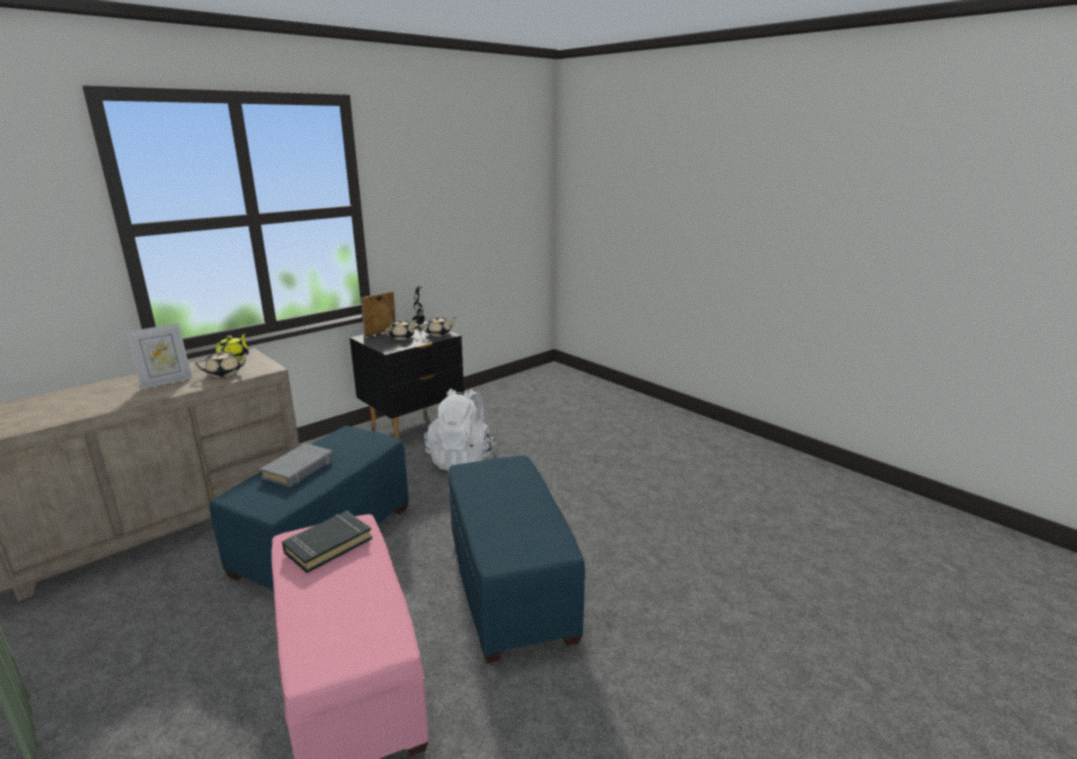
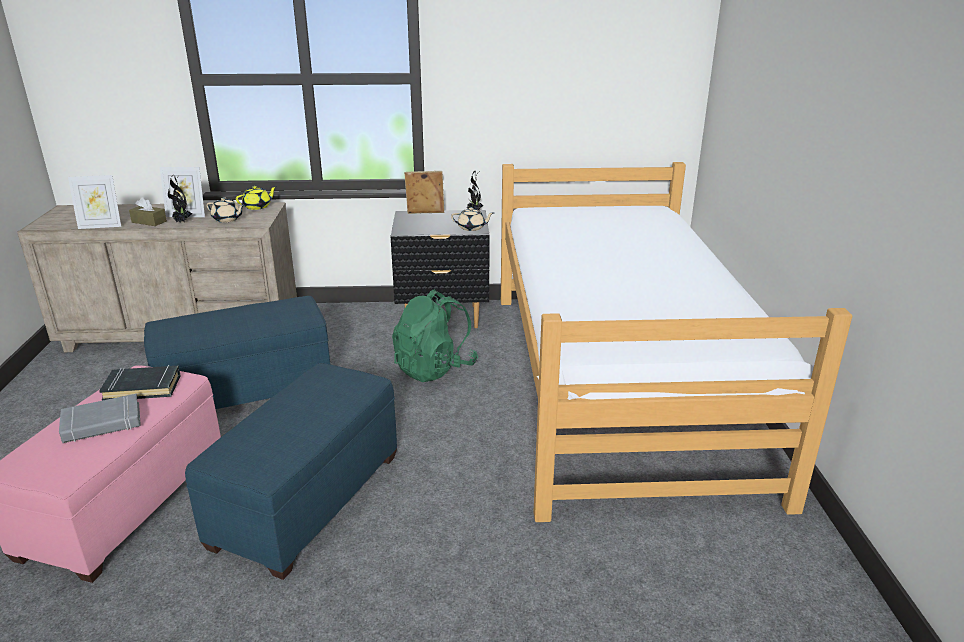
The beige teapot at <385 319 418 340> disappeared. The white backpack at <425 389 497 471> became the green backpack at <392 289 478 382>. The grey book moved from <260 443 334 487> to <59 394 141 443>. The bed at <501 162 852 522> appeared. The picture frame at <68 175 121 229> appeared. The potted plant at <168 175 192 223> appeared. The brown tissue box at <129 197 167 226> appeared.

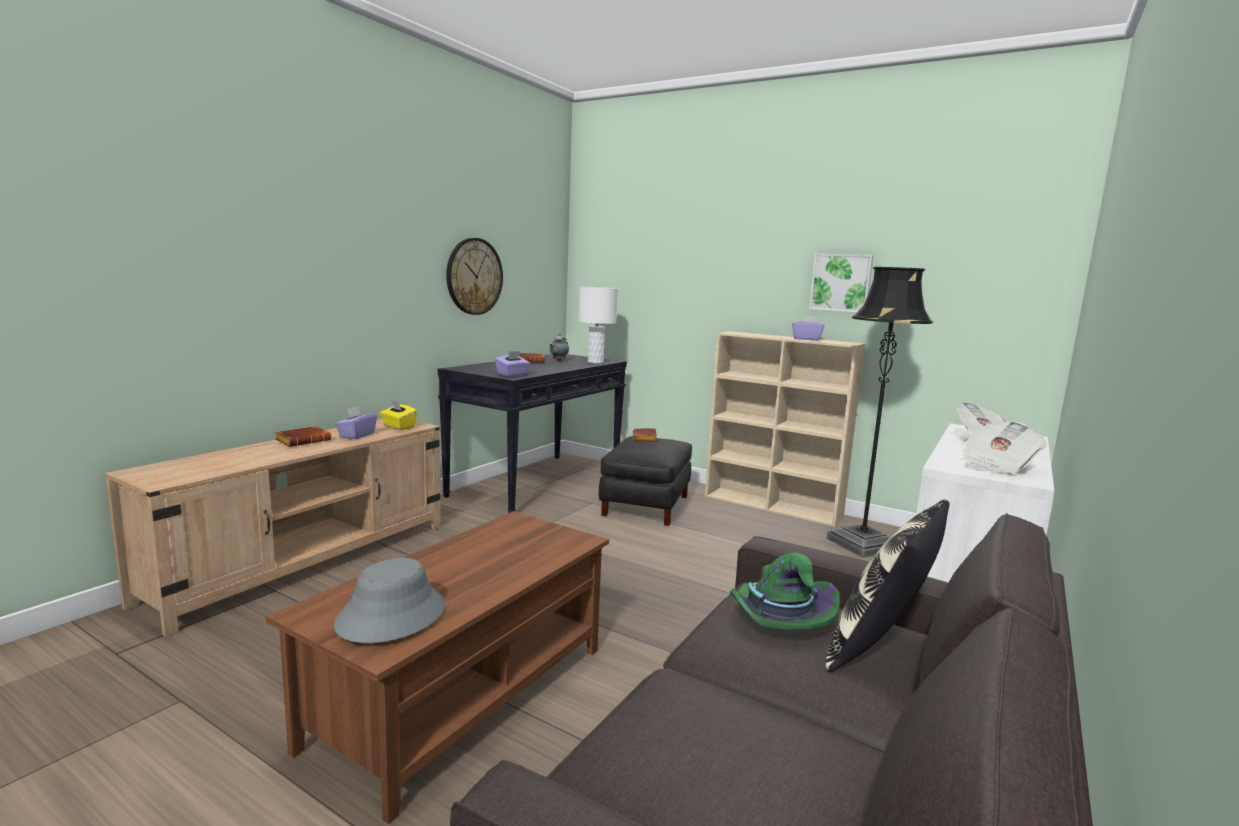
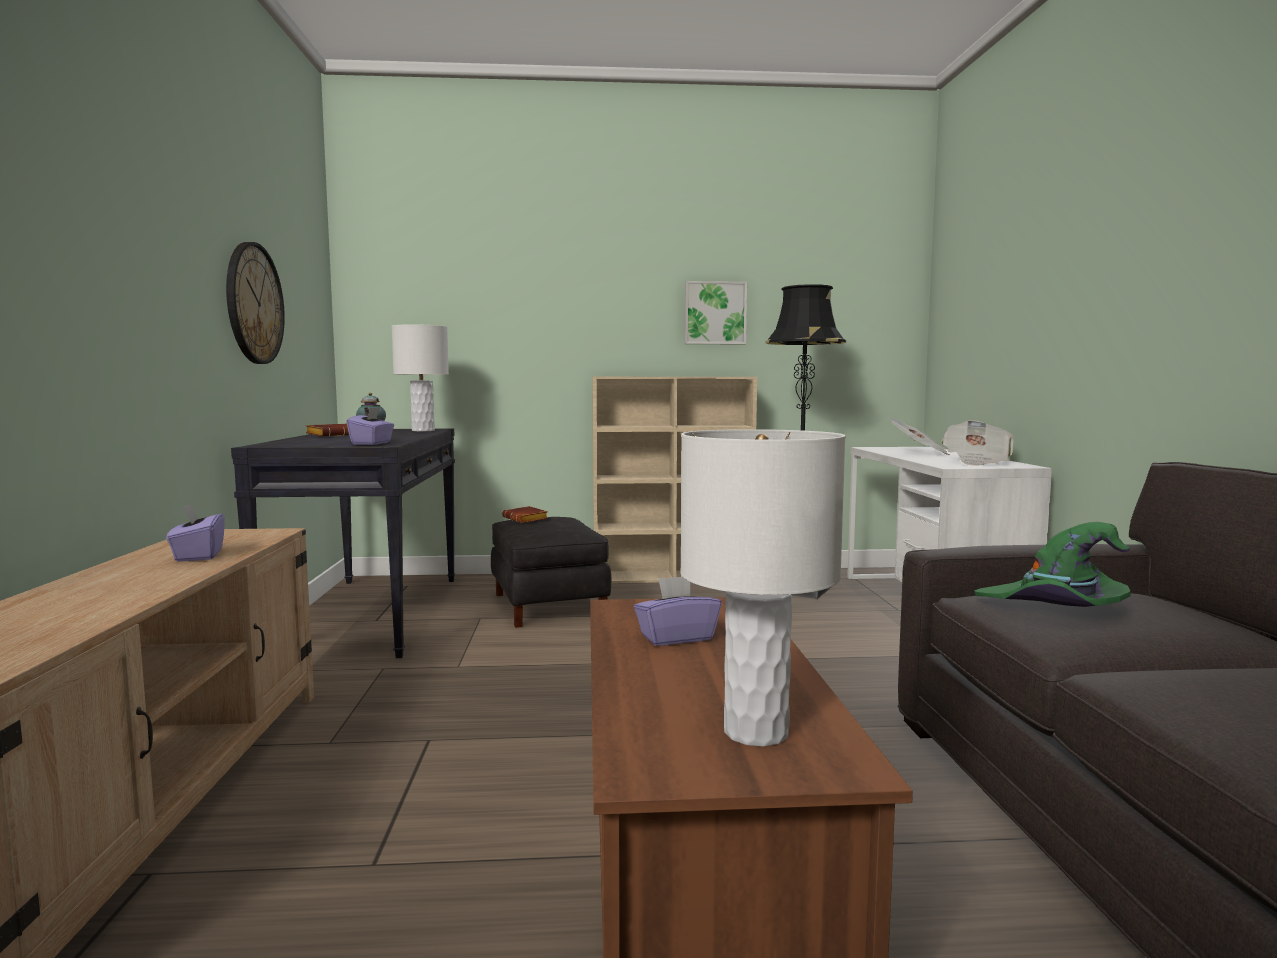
The purple tissue box moved from <792 315 824 341> to <634 577 721 646>. The yellow tissue box at <380 400 417 430> disappeared. The brown book at <275 426 331 447> disappeared. The pillow at <825 500 950 672> disappeared. The grey hat at <334 558 445 643> was replaced by the white table lamp at <680 429 846 747>.

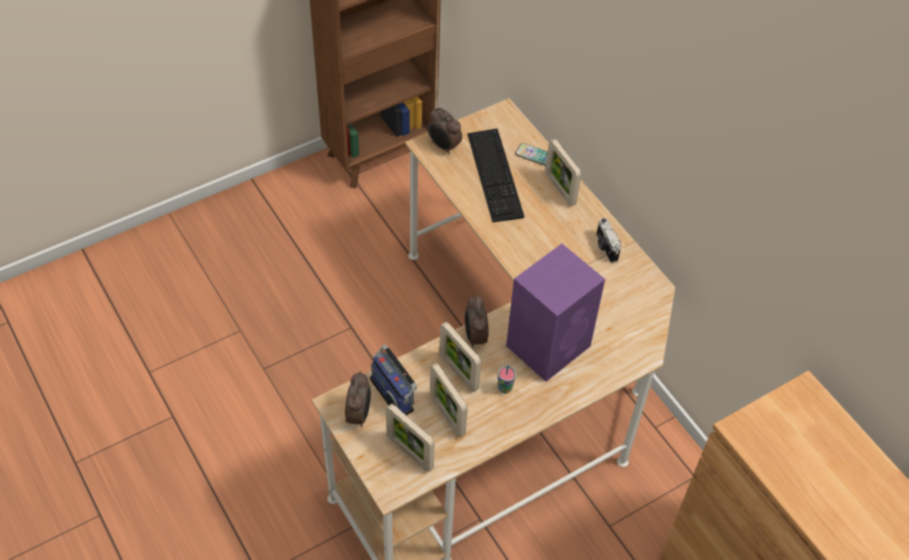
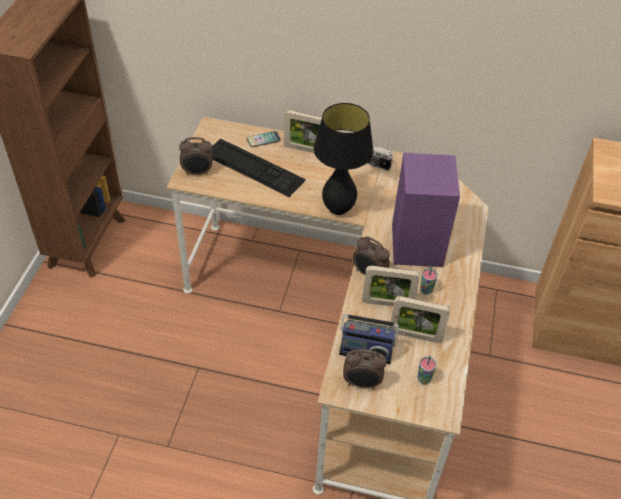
The alarm clock at <345 372 371 427> turned 135 degrees clockwise. The picture frame at <386 404 435 472> was replaced by the cup at <417 355 437 384>. The black table lamp at <313 103 374 215> appeared.

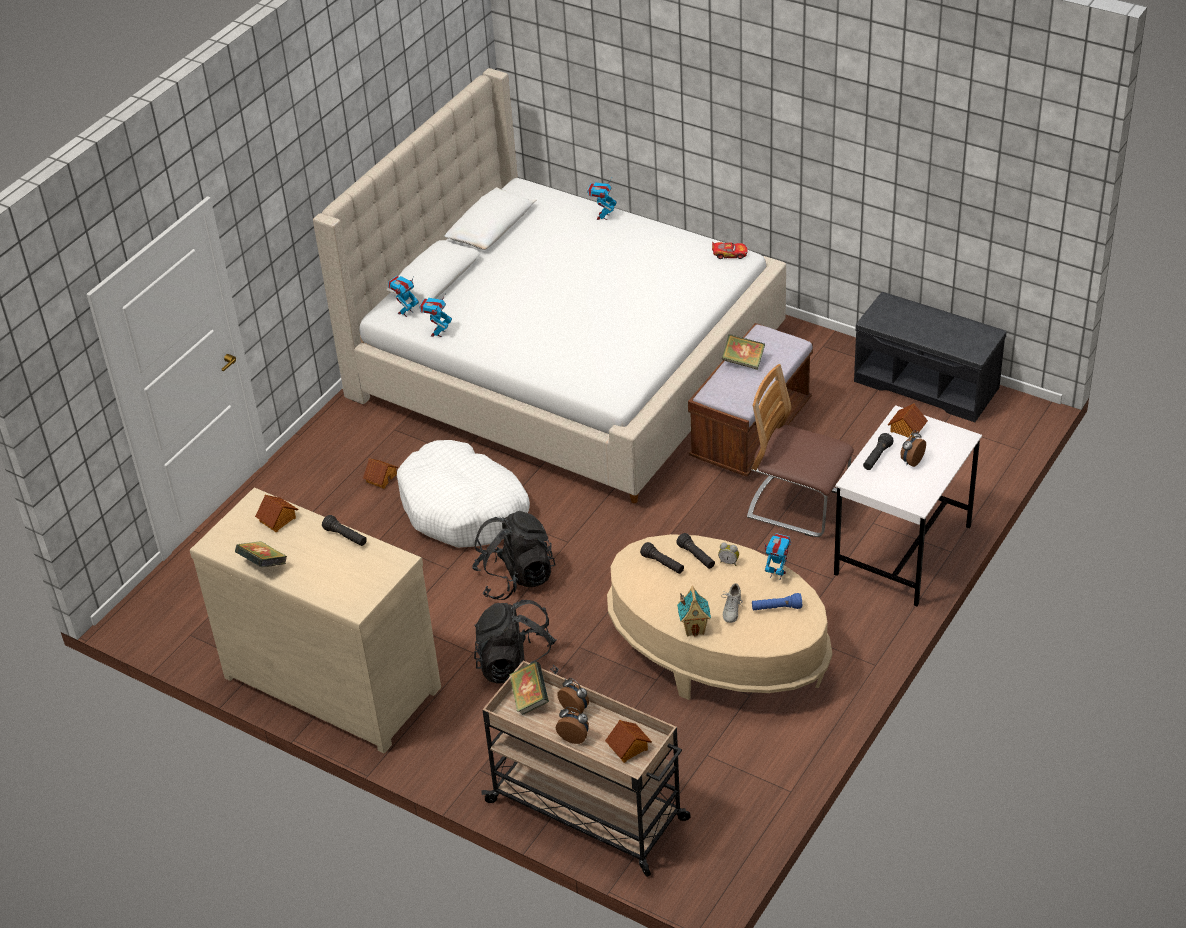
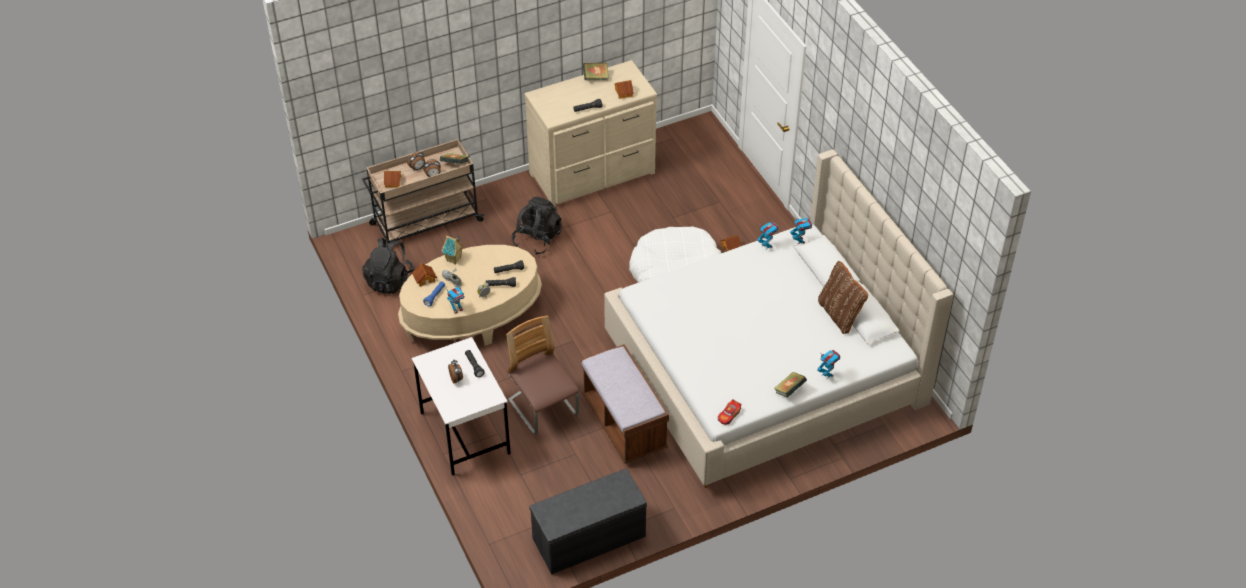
The book moved from <722 334 765 370> to <774 372 807 398>. The chair at <747 364 854 537> turned 90 degrees counterclockwise. The toy house moved from <888 403 928 438> to <412 263 437 287>. The black backpack moved from <472 511 556 600> to <362 238 414 294>. The brown pillow at <818 261 868 334> appeared.

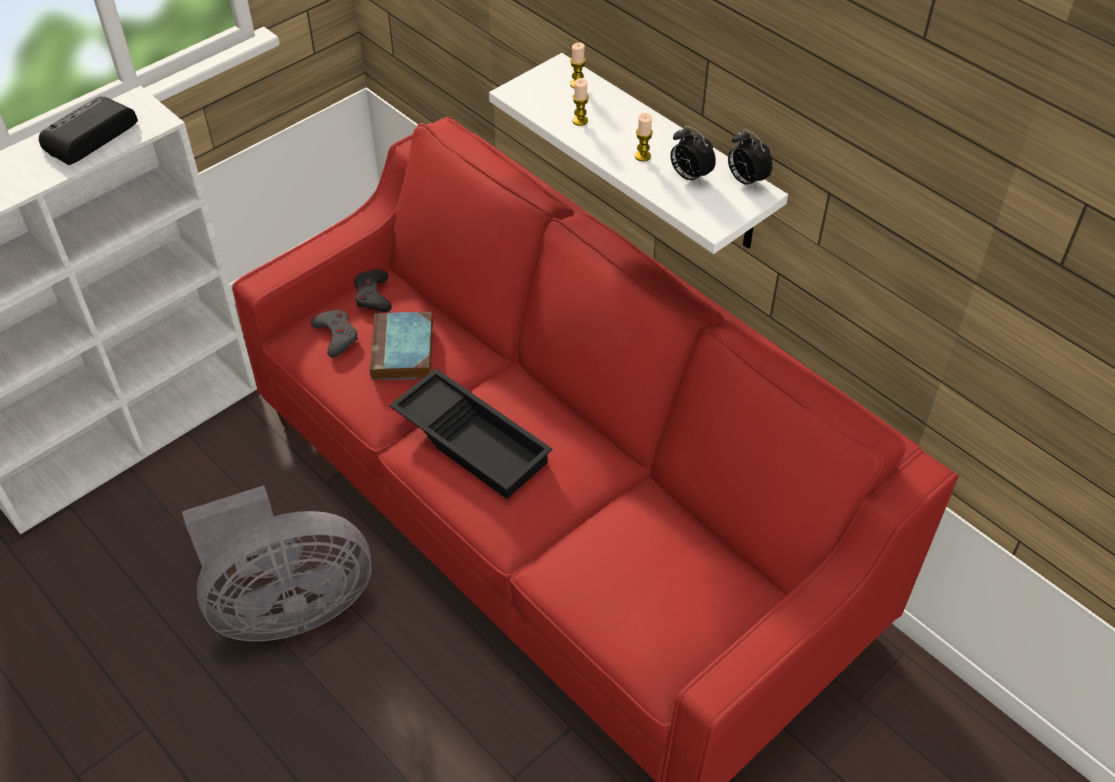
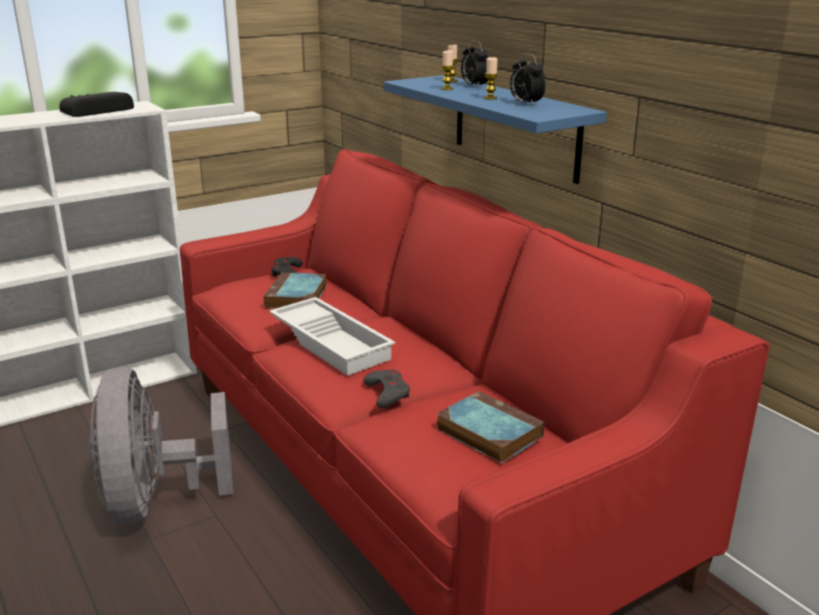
The white shelf at <489 53 788 254> became the blue shelf at <384 75 607 184>. The alarm clock moved from <728 129 773 189> to <461 41 488 88>. The grey game controller moved from <310 310 358 357> to <363 369 410 408>. The black tray at <389 368 552 499> became the white tray at <269 297 395 376>. The grey fan at <182 485 371 641> turned 90 degrees clockwise. The book at <437 391 545 464> appeared.

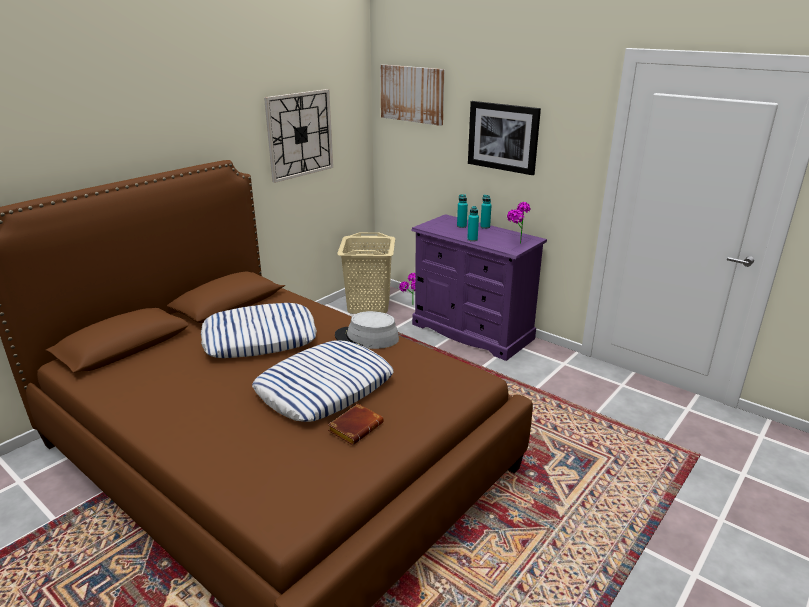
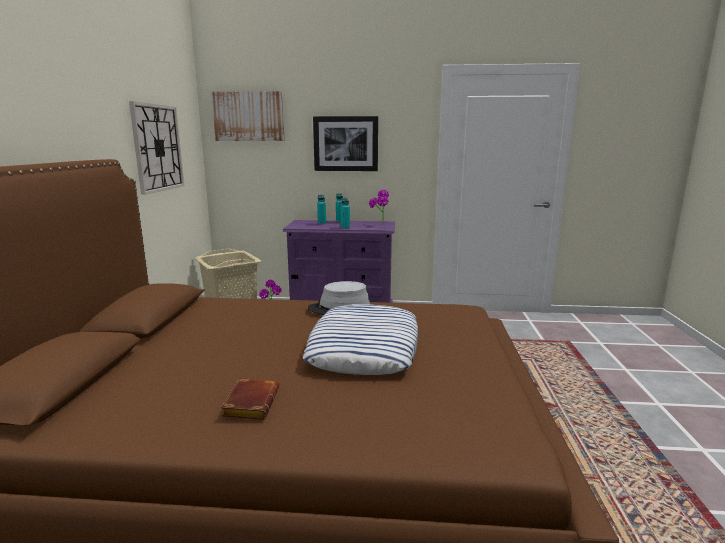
The pillow at <201 303 317 358> disappeared. The brown book moved from <328 404 384 445> to <221 378 279 420>.

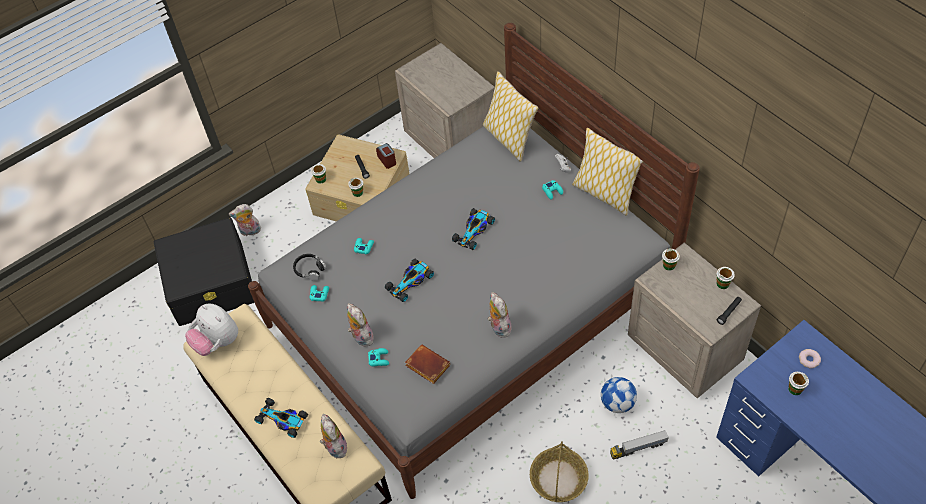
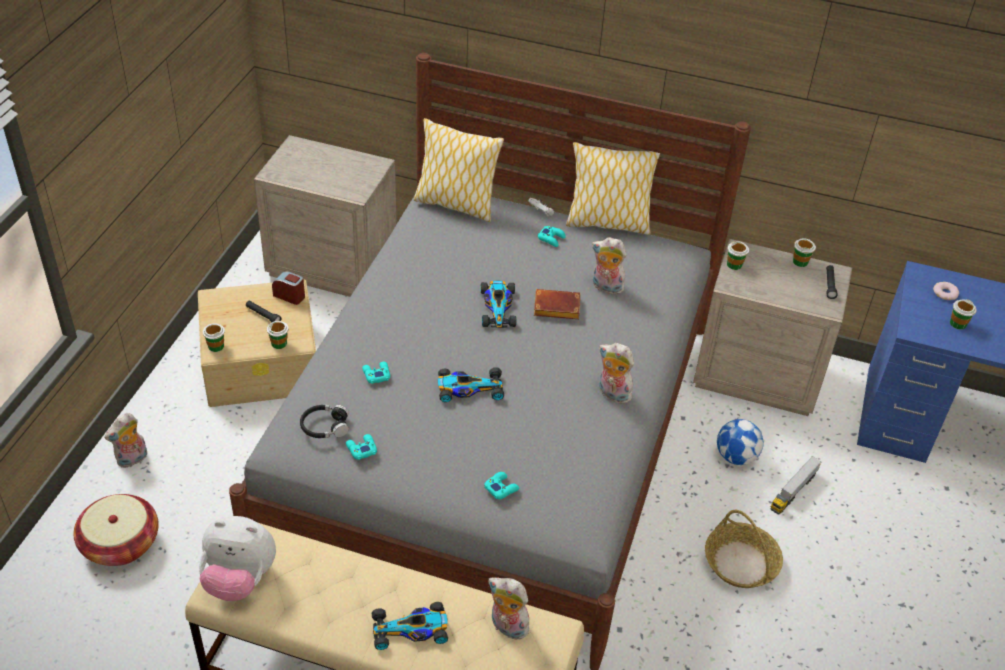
The black storage box at <154 217 255 326> was replaced by the basket at <74 494 159 566>. The toy car at <385 259 434 302> turned 105 degrees counterclockwise. The plush toy moved from <347 303 375 347> to <592 237 627 295>. The brown book moved from <405 344 451 384> to <534 289 580 319>.

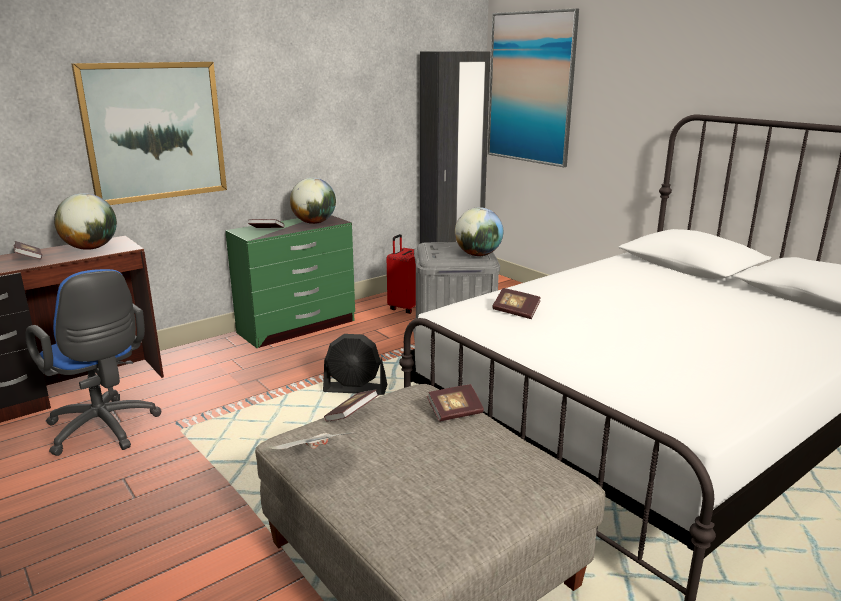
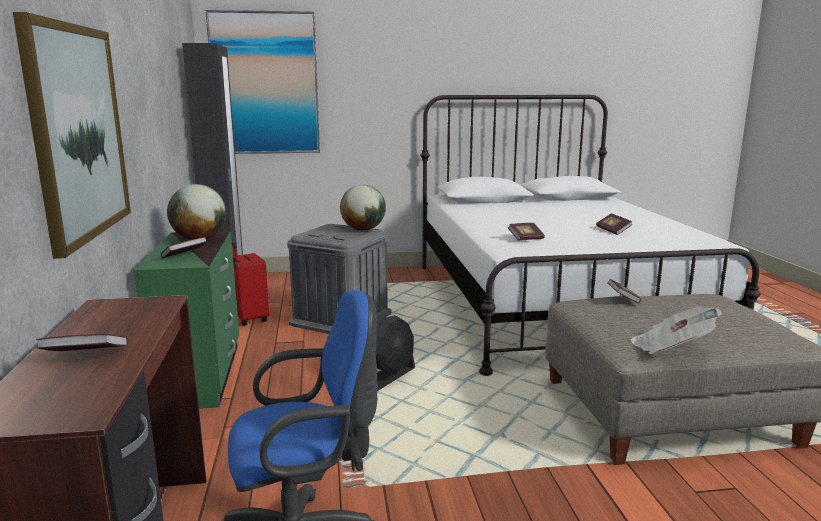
The globe at <54 193 117 250> disappeared. The book moved from <324 390 379 422> to <596 214 633 235>.

